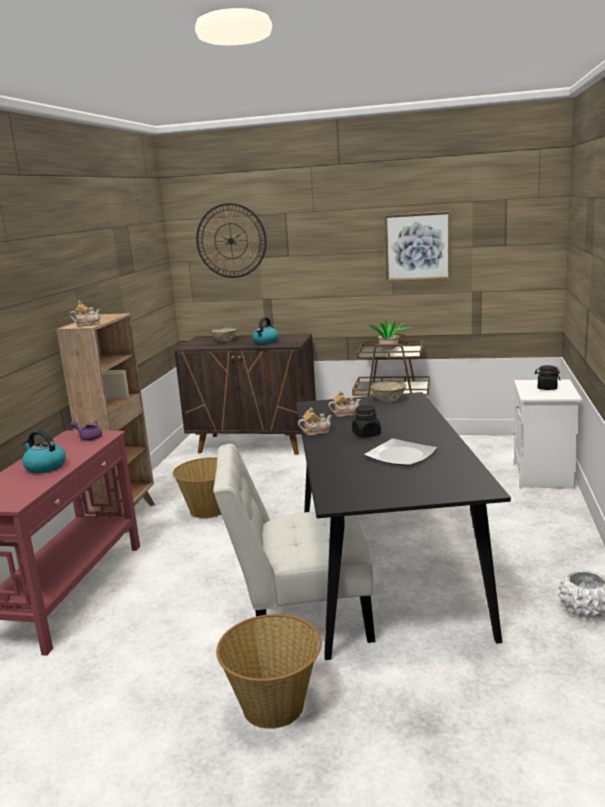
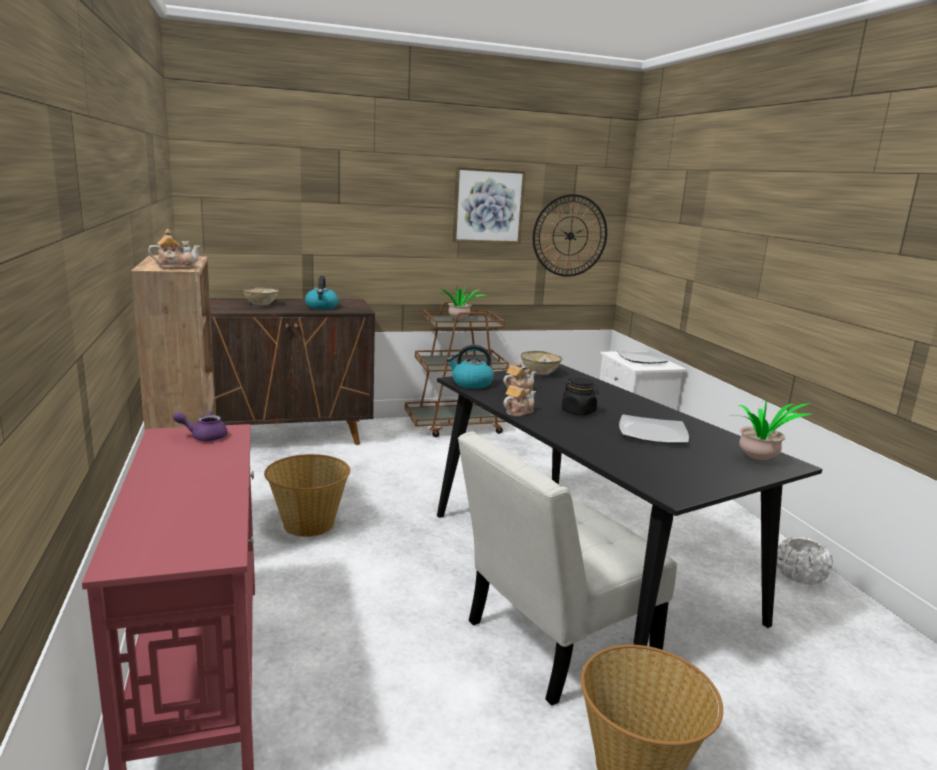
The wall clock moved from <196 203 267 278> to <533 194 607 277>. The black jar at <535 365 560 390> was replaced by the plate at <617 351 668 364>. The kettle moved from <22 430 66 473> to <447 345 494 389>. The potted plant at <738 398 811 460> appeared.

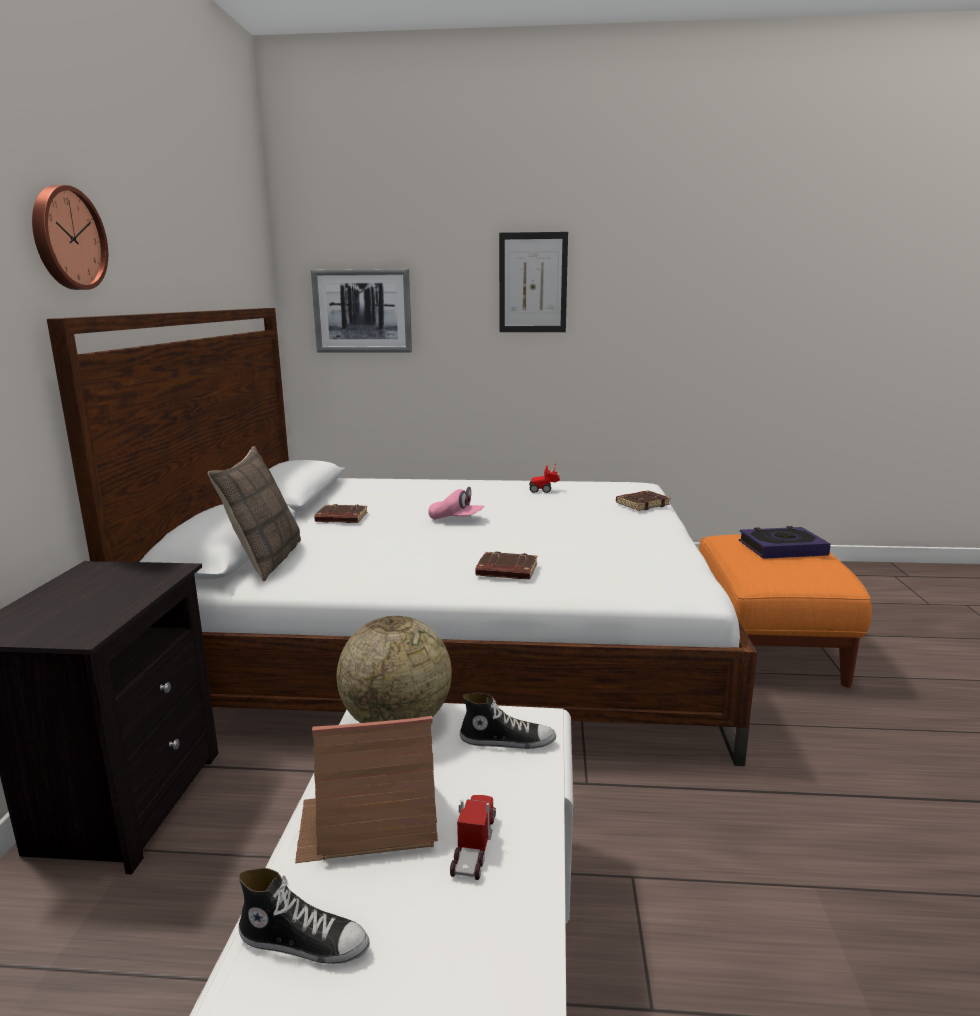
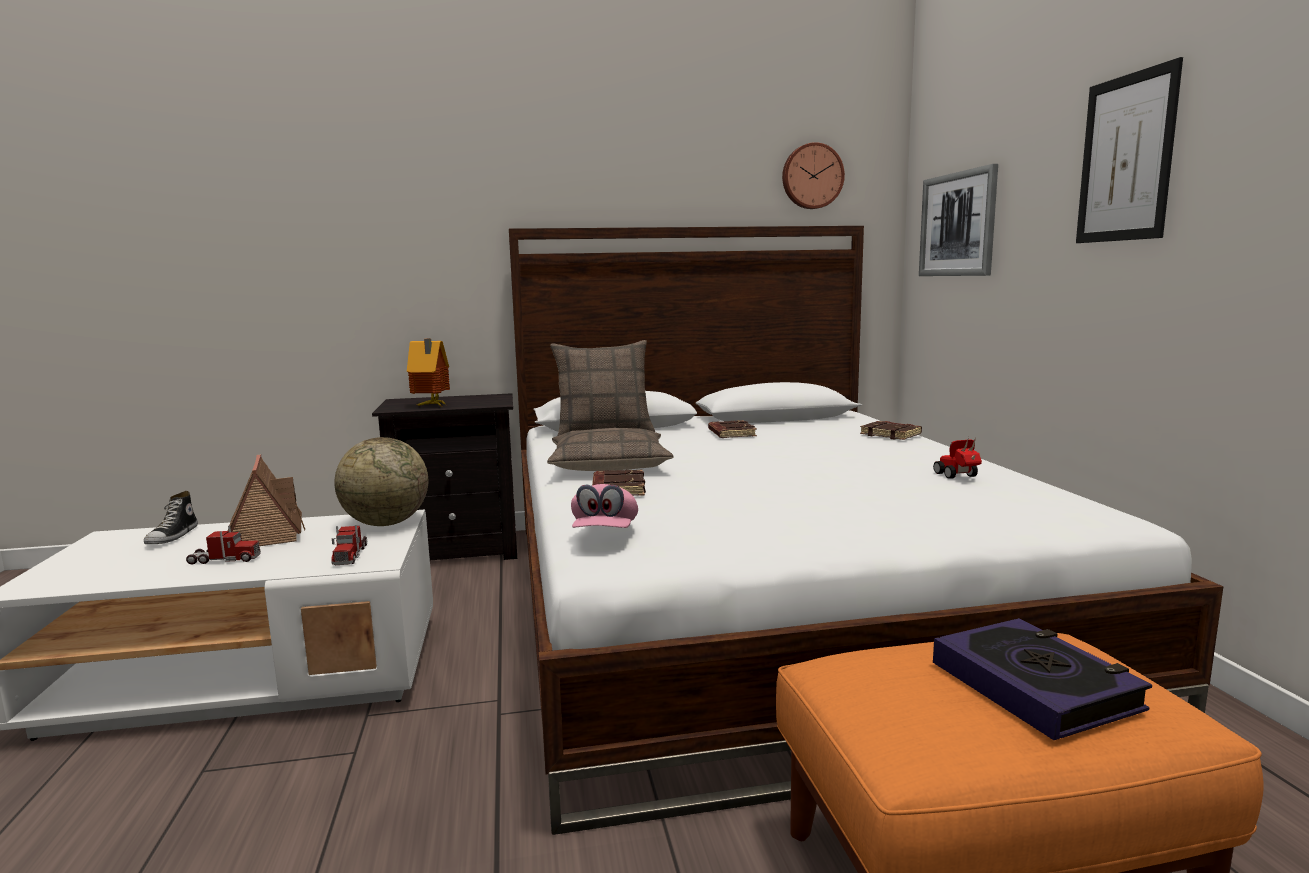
The wall clock moved from <32 185 108 290> to <782 142 845 209>. The pink cap moved from <428 487 485 520> to <571 484 638 528>. The brown book moved from <616 491 671 511> to <860 421 922 440>. The shoe at <460 693 556 749> was replaced by the toy truck at <331 525 367 565>. The toy house at <407 339 450 406> appeared. The pillow at <547 428 673 471> appeared.

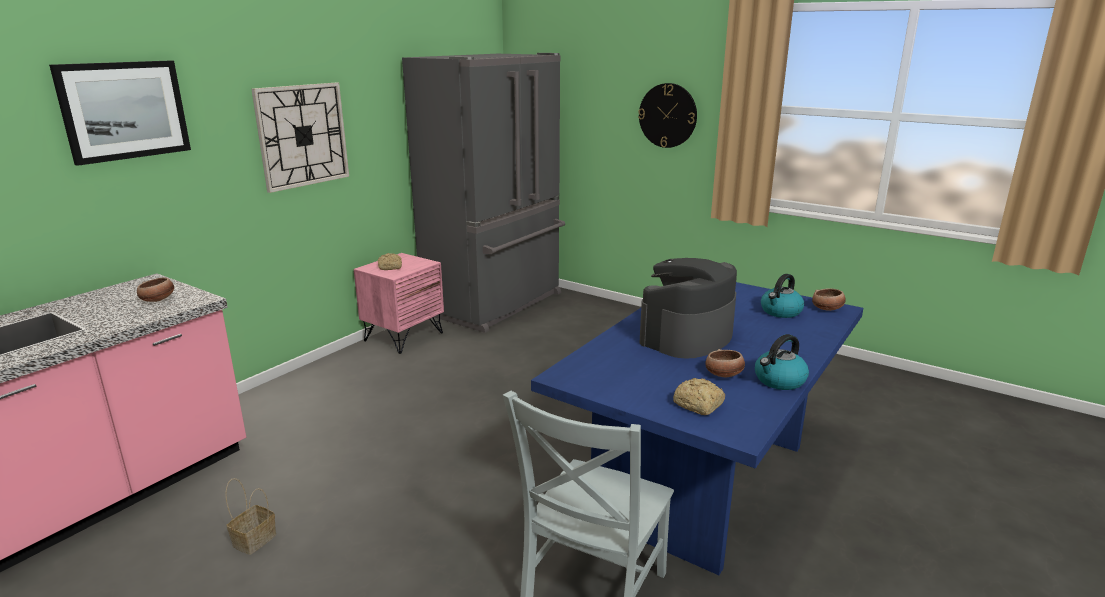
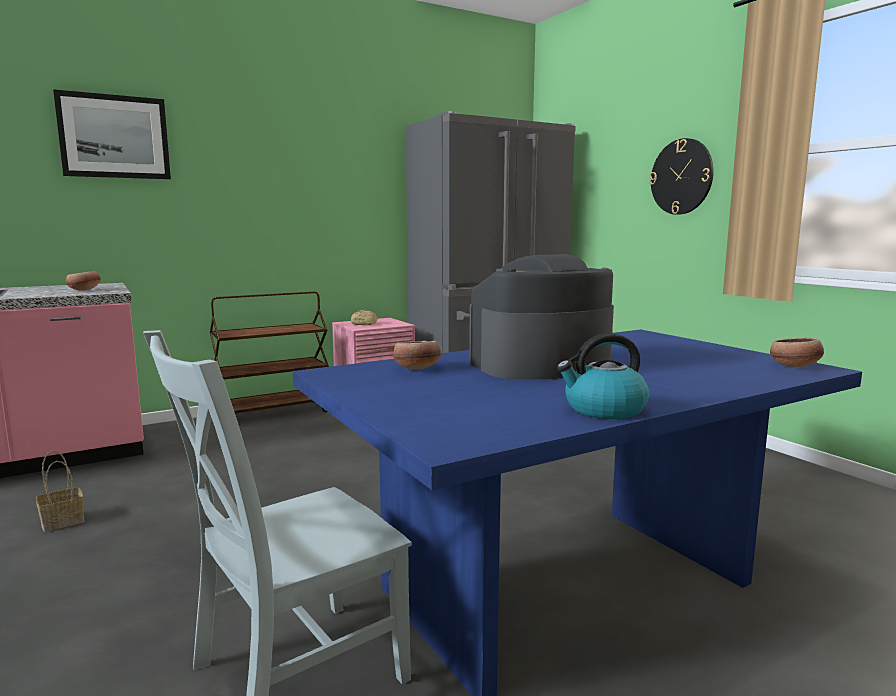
The wall clock at <251 82 349 193> disappeared. The kettle at <761 274 804 318> disappeared. The bowl moved from <705 349 745 378> to <393 341 441 370>. The bread at <673 378 725 415> disappeared. The brown cart at <210 291 329 413> appeared.

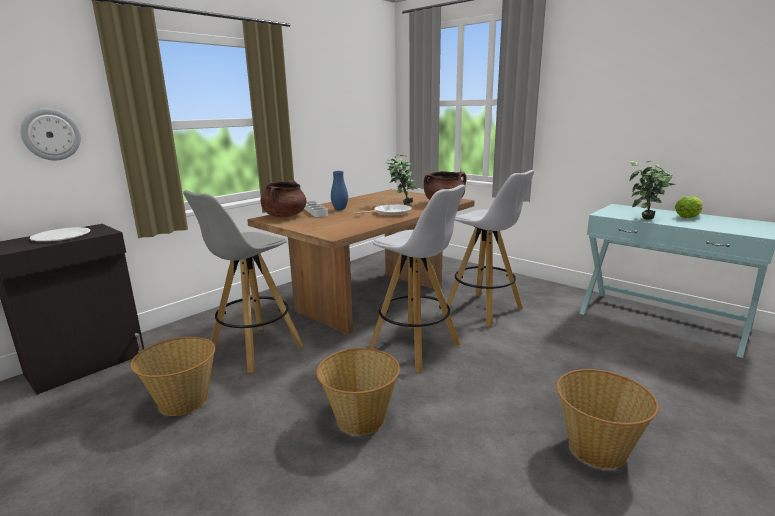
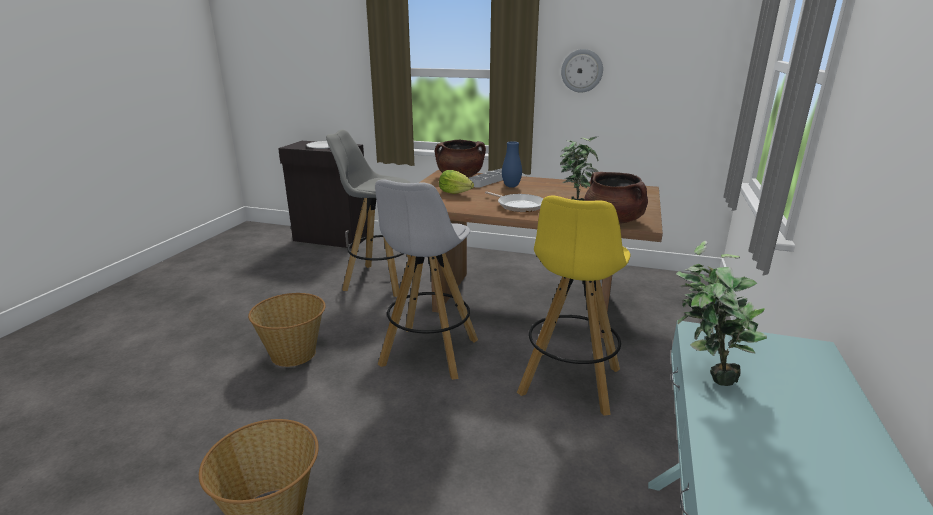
The wall clock moved from <20 108 81 160> to <561 49 603 93>. The white stool at <447 170 534 327> became the yellow stool at <517 195 630 416>. The lettuce moved from <675 196 703 218> to <439 170 474 194>. The basket at <130 337 215 416> disappeared.

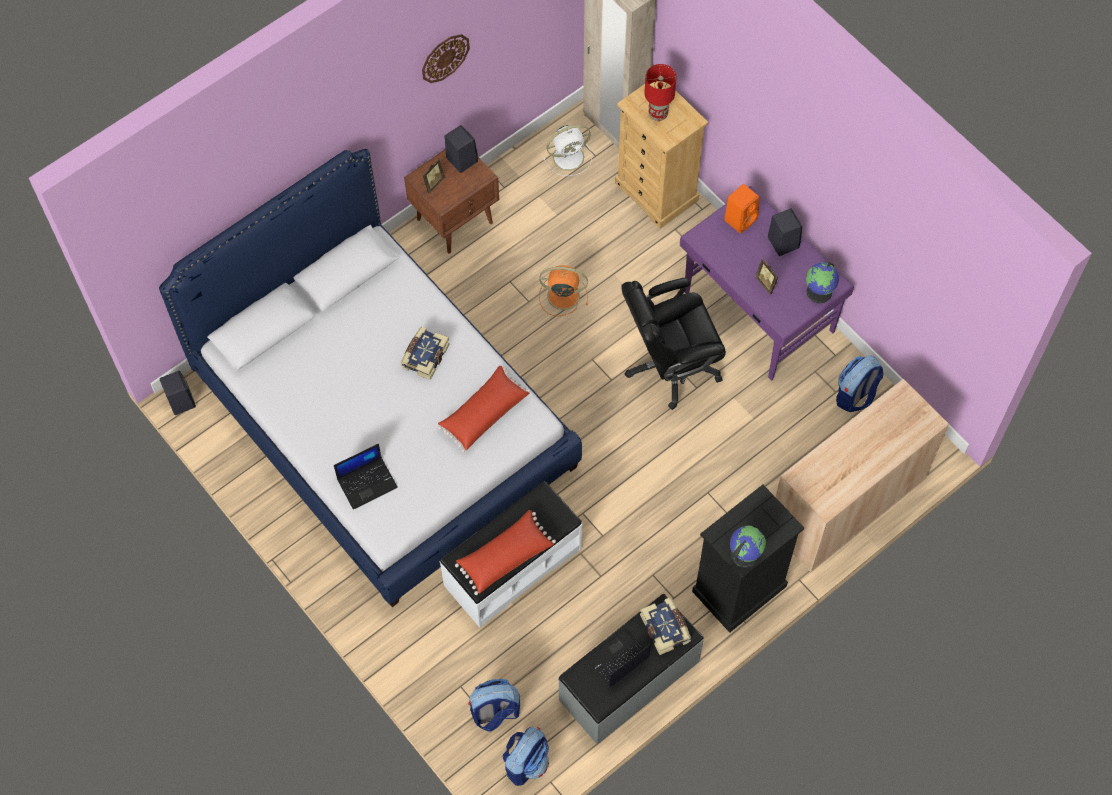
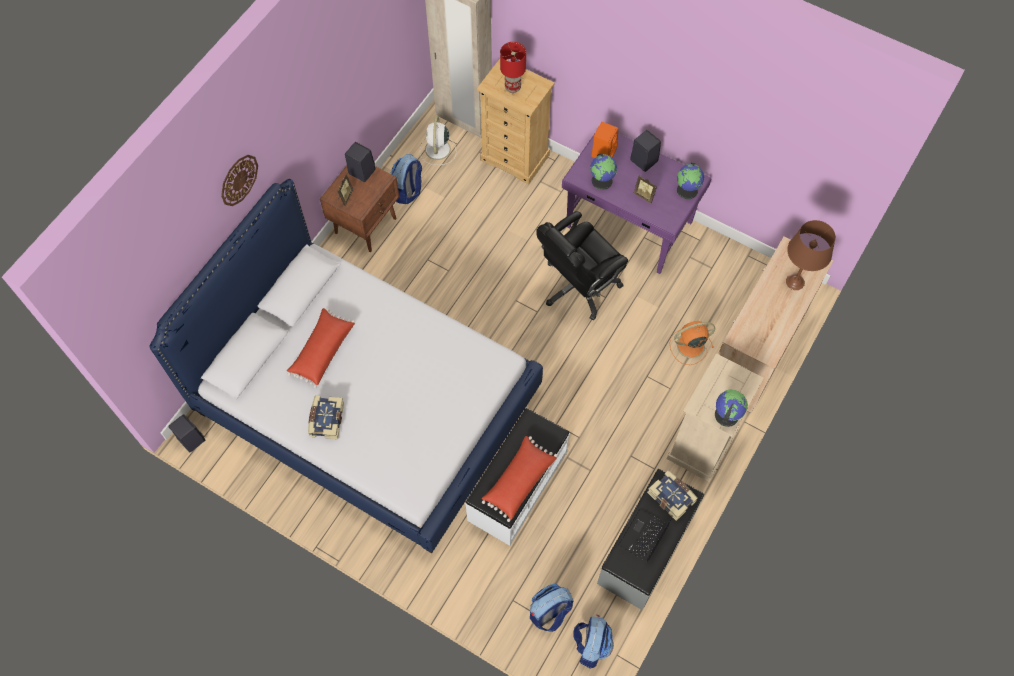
The wall clock moved from <422 34 470 83> to <221 155 258 206>. The white fan at <543 125 592 176> turned 135 degrees clockwise. The orange fan moved from <539 265 588 316> to <670 321 715 365>. The book moved from <401 327 450 380> to <308 396 344 439>. The backpack moved from <836 355 884 412> to <391 154 422 204>. The red pillow moved from <438 366 531 452> to <287 308 355 388>. The laptop at <334 444 398 510> disappeared. The black dresser at <692 484 804 633> became the beige dresser at <667 353 764 482>. The globe at <590 153 617 190> appeared. The brown table lamp at <786 220 836 290> appeared.

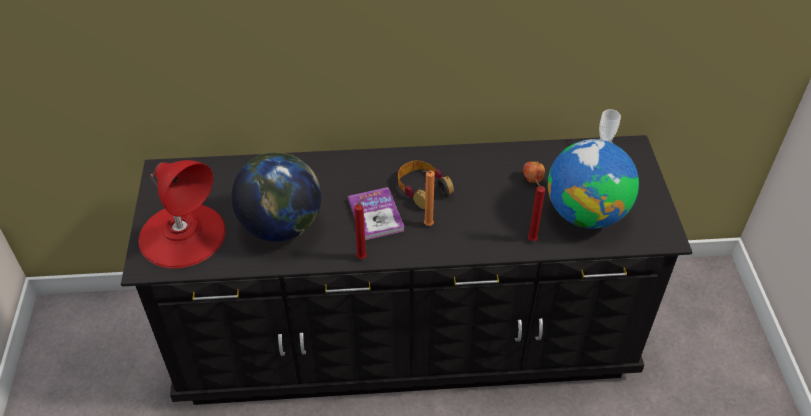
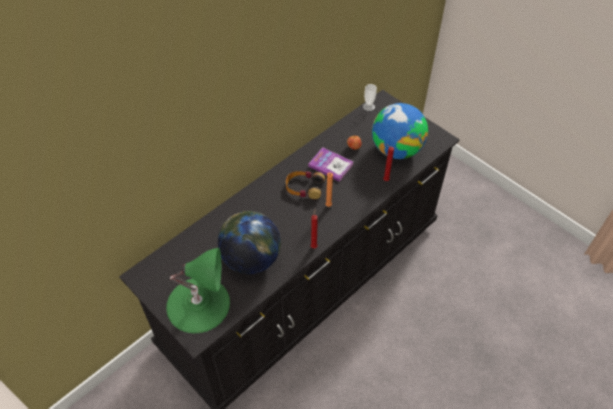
The red table lamp at <138 160 226 268> became the green table lamp at <166 248 230 333>. The book moved from <348 187 404 240> to <308 147 353 182>.

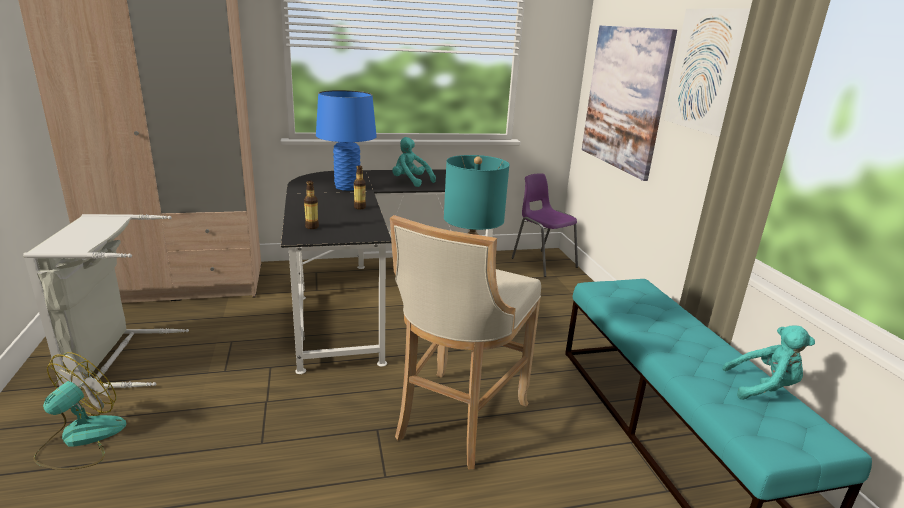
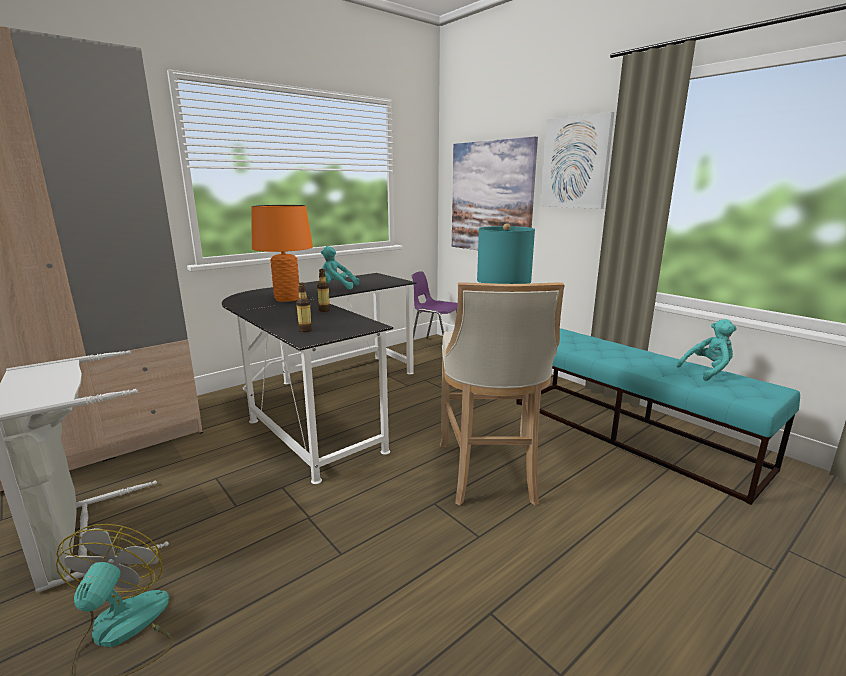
The blue table lamp at <316 90 377 191> became the orange table lamp at <251 205 313 302>.

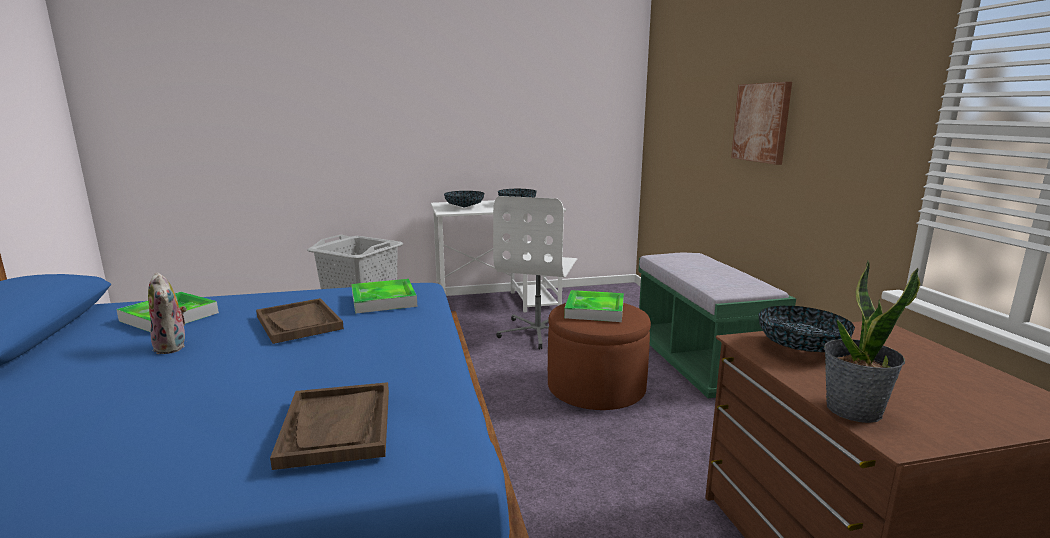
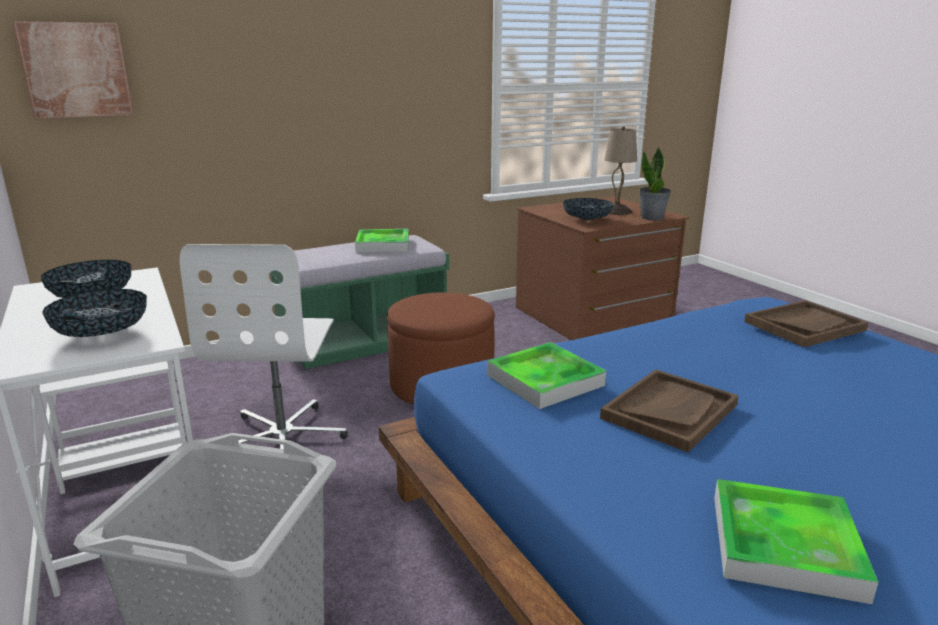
The picture moved from <731 82 792 165> to <12 21 134 119>. The white office chair at <493 196 577 350> turned 90 degrees clockwise. The plush toy at <148 272 187 354> disappeared. The tray moved from <564 290 624 322> to <355 229 409 252>. The beige table lamp at <604 126 637 215> appeared.

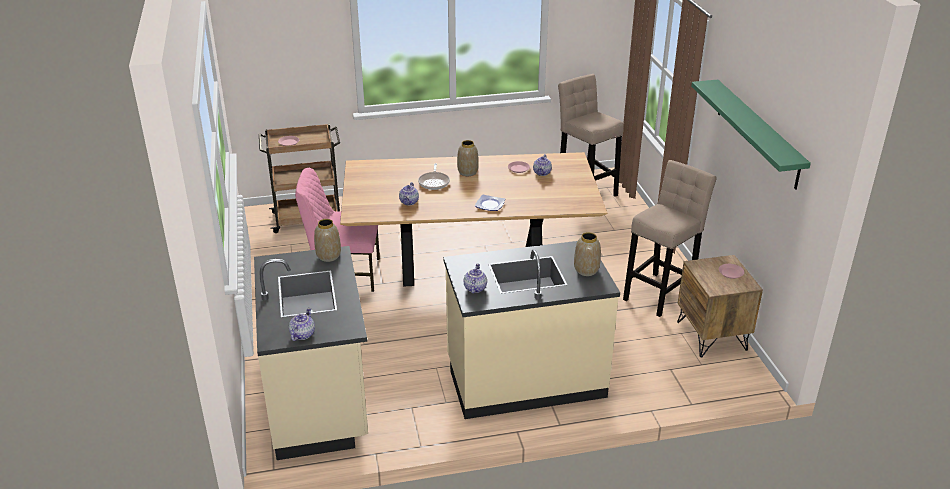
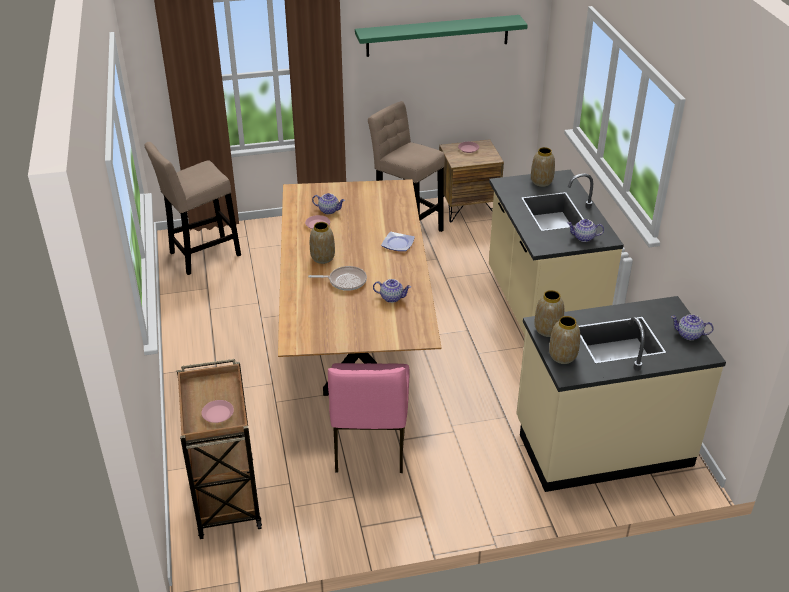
The vase at <549 316 580 364> appeared.

